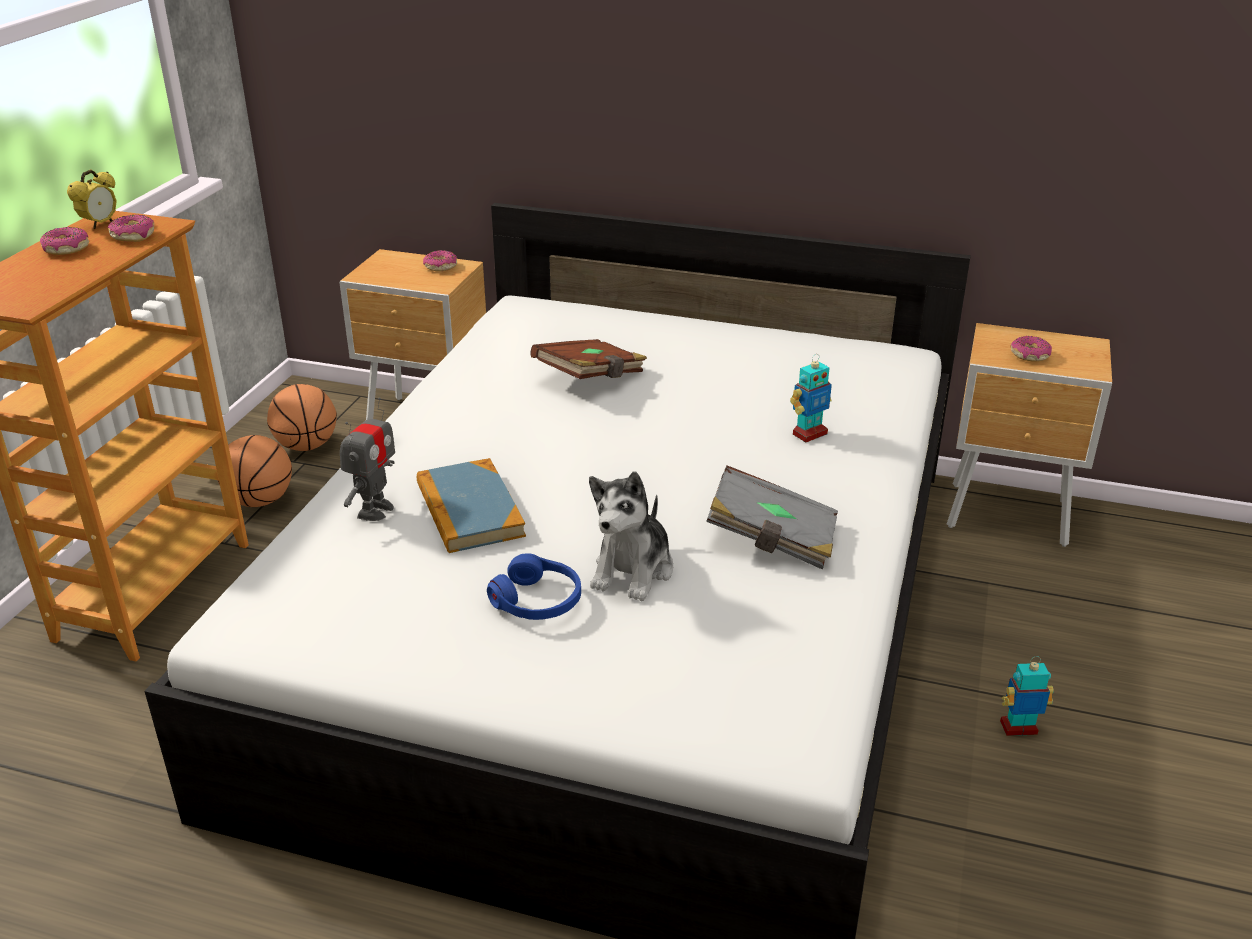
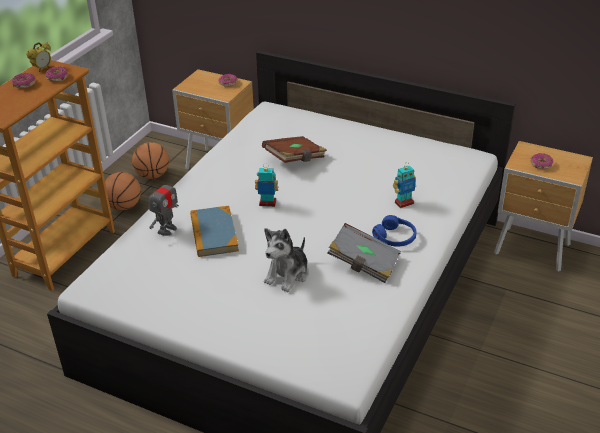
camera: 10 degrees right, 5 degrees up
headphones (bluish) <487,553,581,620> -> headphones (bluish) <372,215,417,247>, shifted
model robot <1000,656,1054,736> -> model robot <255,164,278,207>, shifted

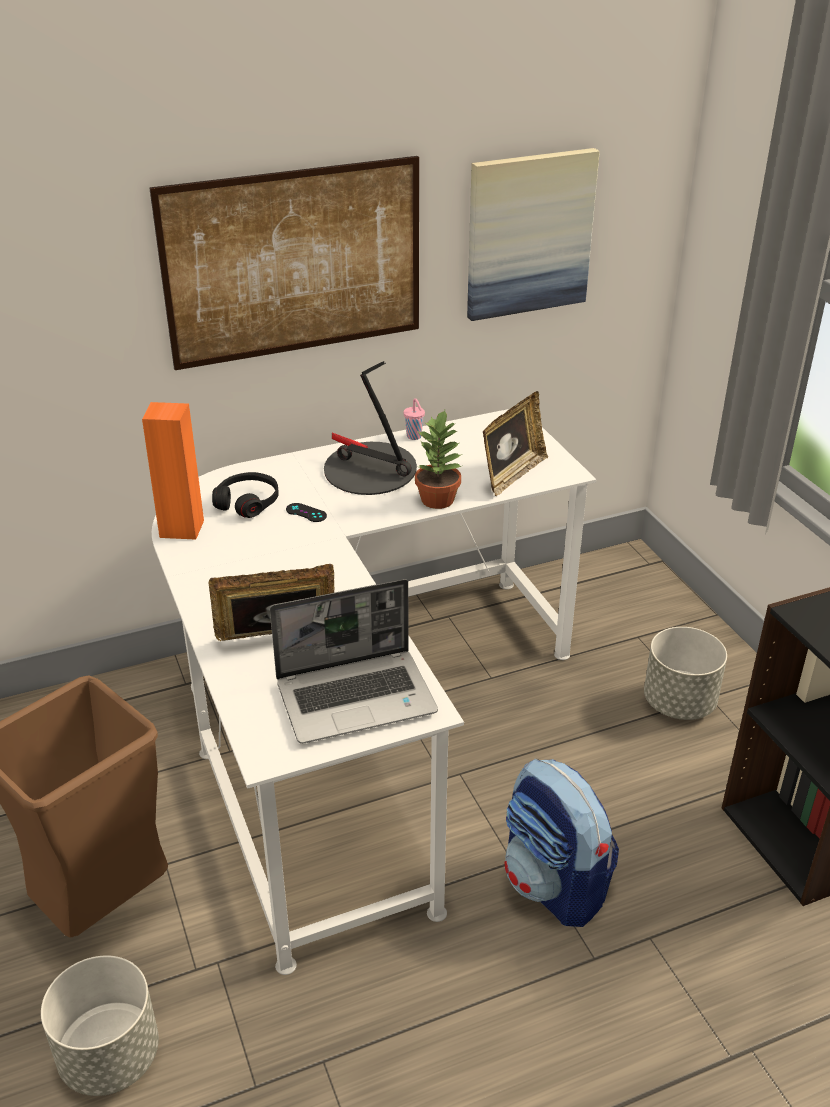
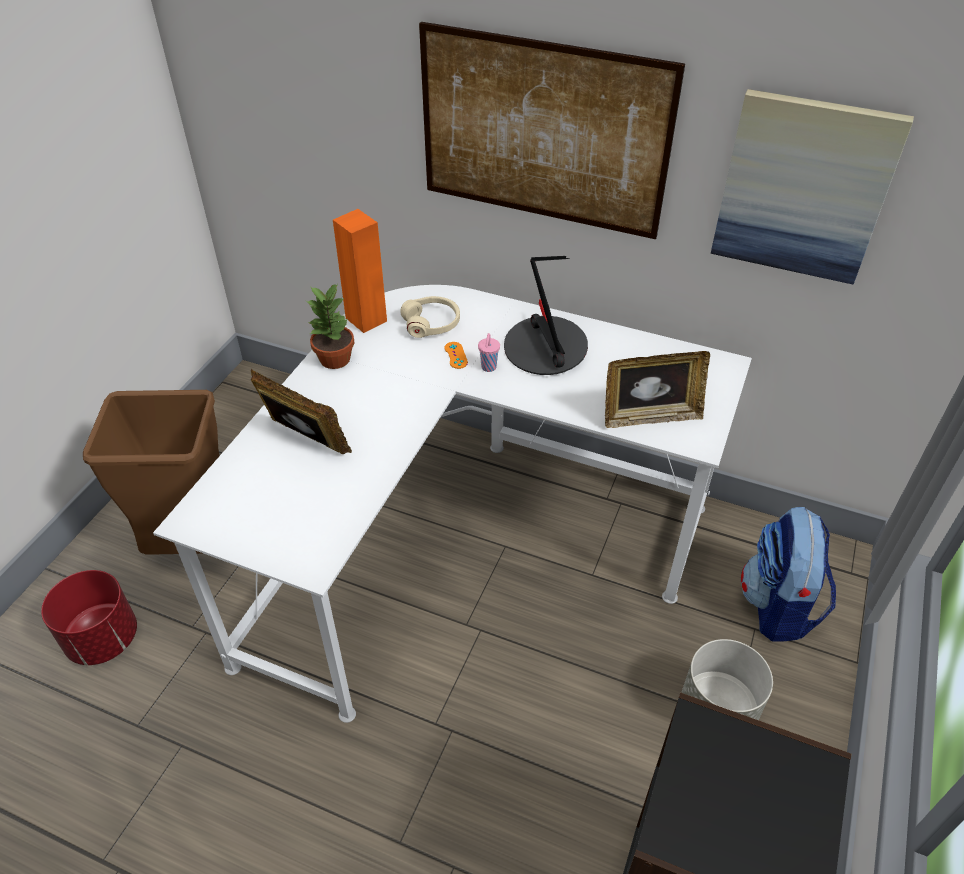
camera: 45 degrees right, 10 degrees up
drinking cup (pink-coloured) <403,398,425,440> -> drinking cup (pink-coloured) <478,333,500,372>, shifted
potted plant <415,410,462,509> -> potted plant <306,284,355,369>, shifted
headphones (black) <212,472,279,518> -> headphones (beige-coloured) <400,296,460,338>
joypad (black) <286,503,327,522> -> joypad (orange) <445,342,468,369>
portable computer <270,579,438,744> -> none
knapsack <505,758,619,927> -> knapsack <741,507,836,642>, shifted
plant pot (greyish) <41,955,159,1096> -> plant pot (red) <41,570,137,665>

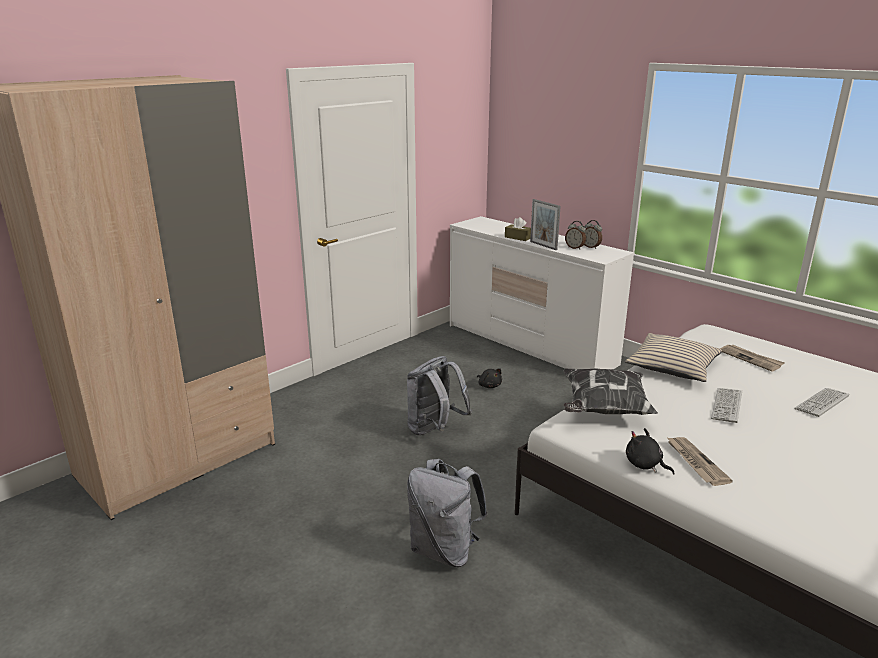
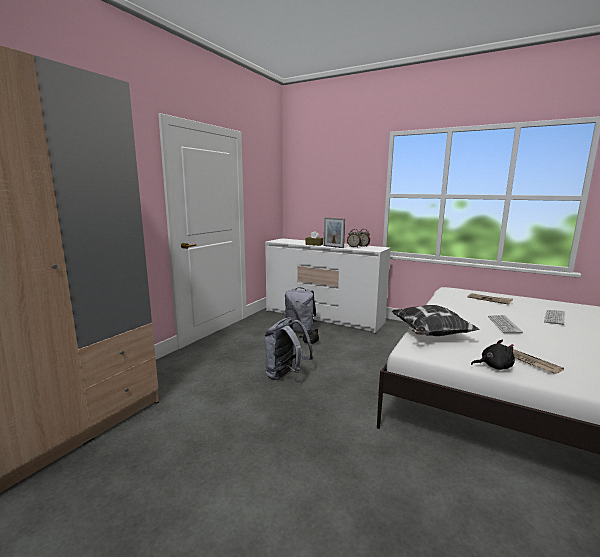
camera: 15 degrees left, 10 degrees down
pillow (beige-coloured) <625,333,722,382> -> none
soft toy (black) <626,428,675,475> -> soft toy (black) <471,339,515,370>, 150 degrees clockwise
knapsack (greyish) <407,459,488,567> -> knapsack (greyish) <285,287,316,333>, shifted

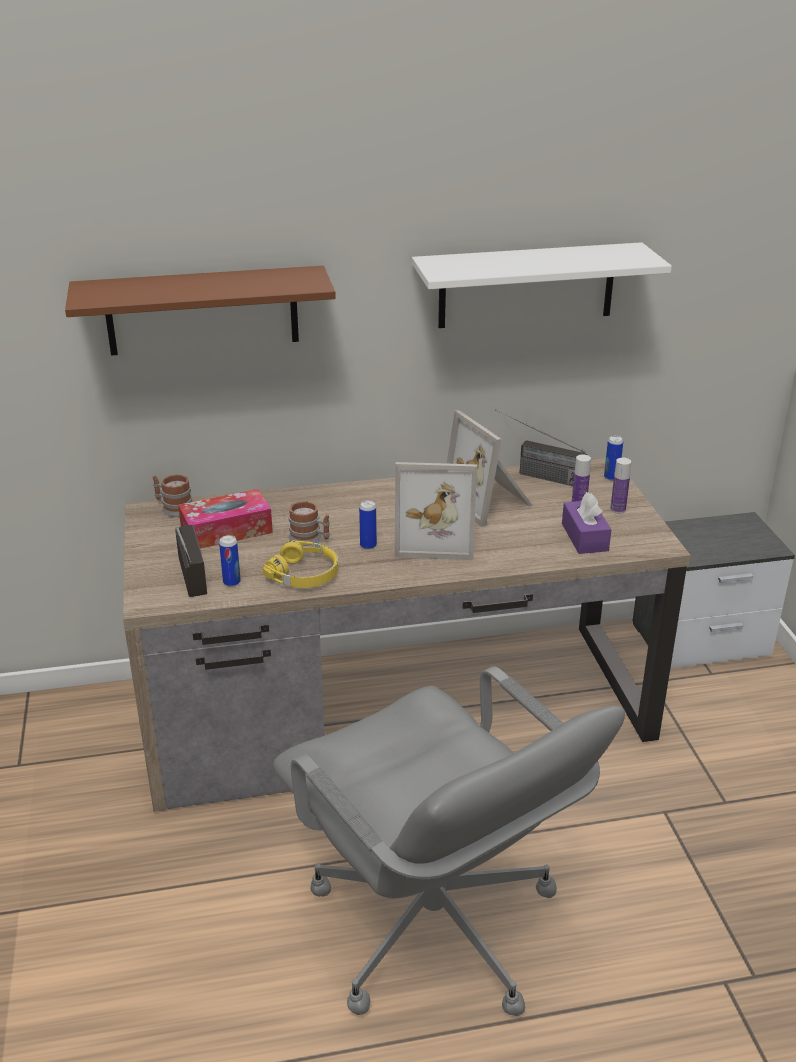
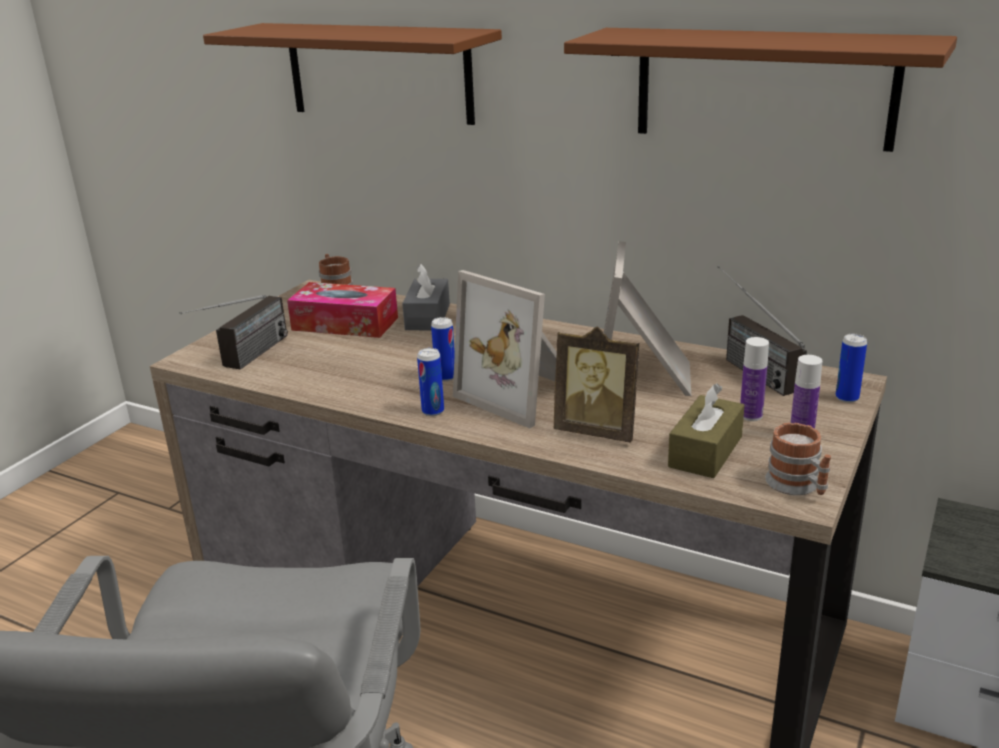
camera: 40 degrees right, 5 degrees down
shelf (white) <412,242,672,328> -> shelf (brown-coloured) <564,28,957,152>
tissue box (purple) <562,492,611,554> -> tissue box (brown-coloured) <668,383,745,478>
tea mug <289,501,330,546> -> tea mug <765,422,831,495>, shifted
sealed can <219,535,241,587> -> sealed can <417,348,444,416>, shifted
headphones (yellow) <263,540,338,588> -> none
none -> tissue box (greyish) <402,264,450,330>
none -> photo frame <553,326,639,443>

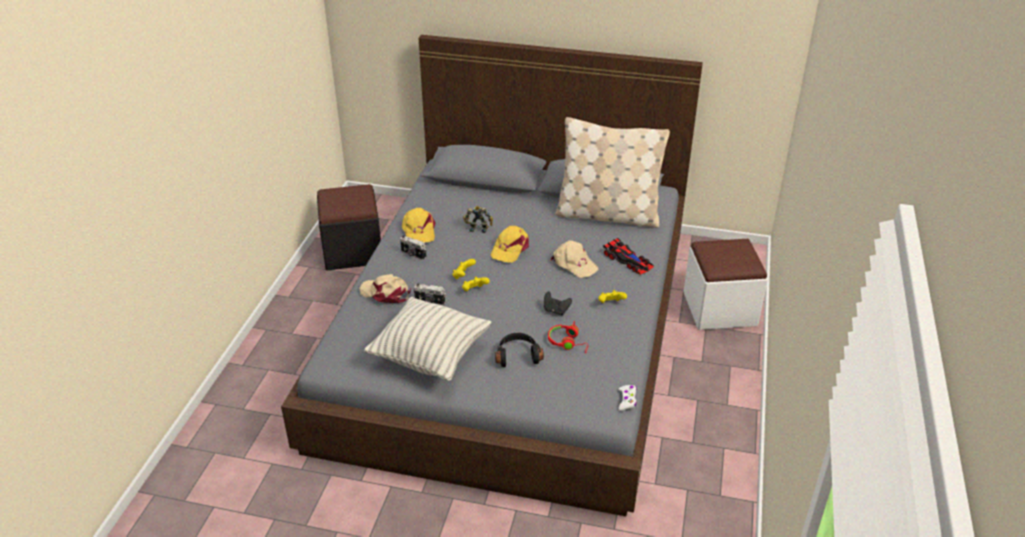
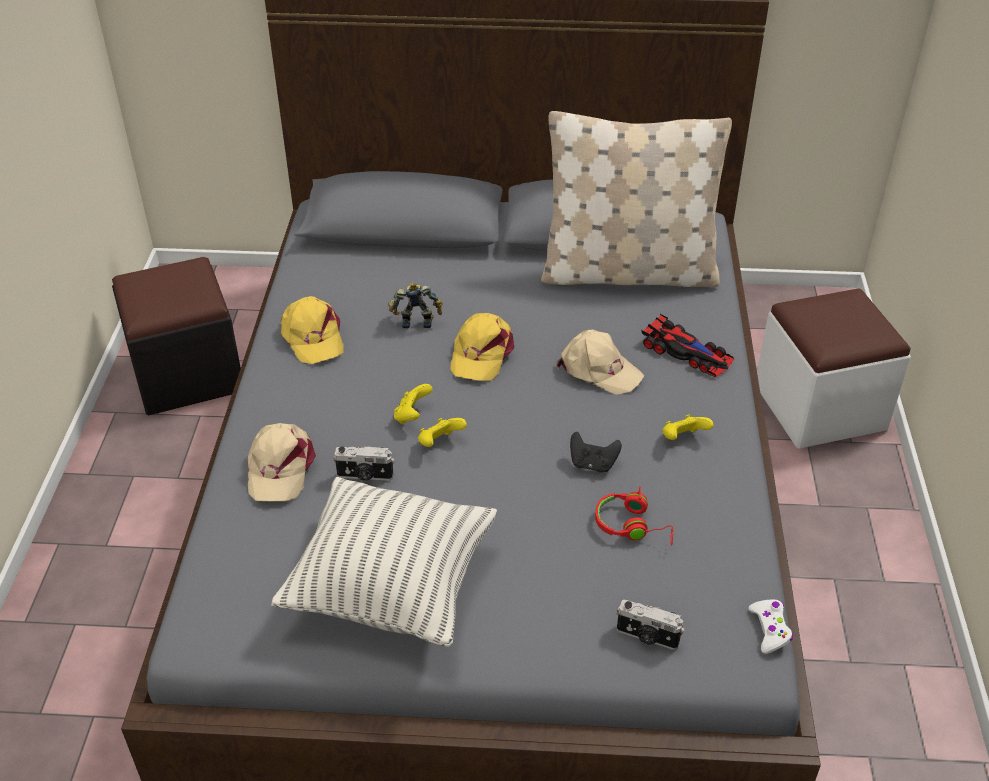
camera: 10 degrees left, 5 degrees up
still camera <400,235,427,260> -> still camera <617,599,685,650>, shifted
cap (beige-coloured) <359,274,411,303> -> cap (beige-coloured) <248,423,316,501>, 105 degrees counterclockwise
headphones (black) <495,333,544,367> -> none

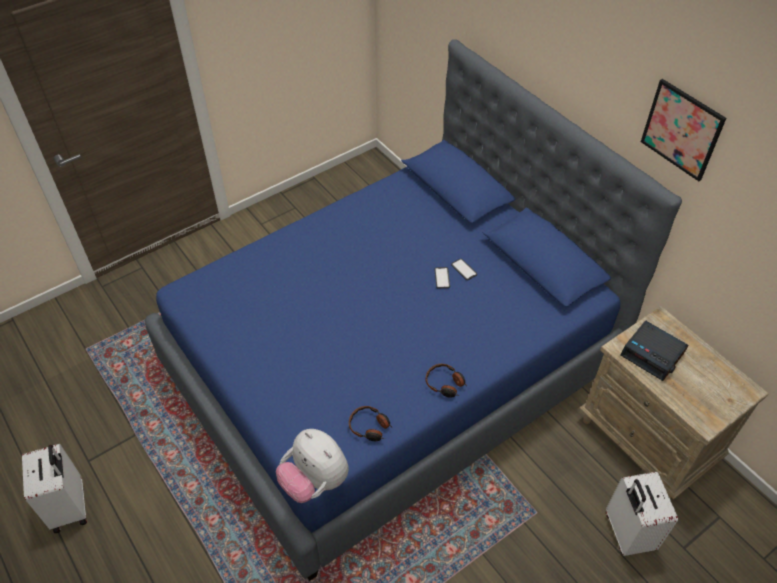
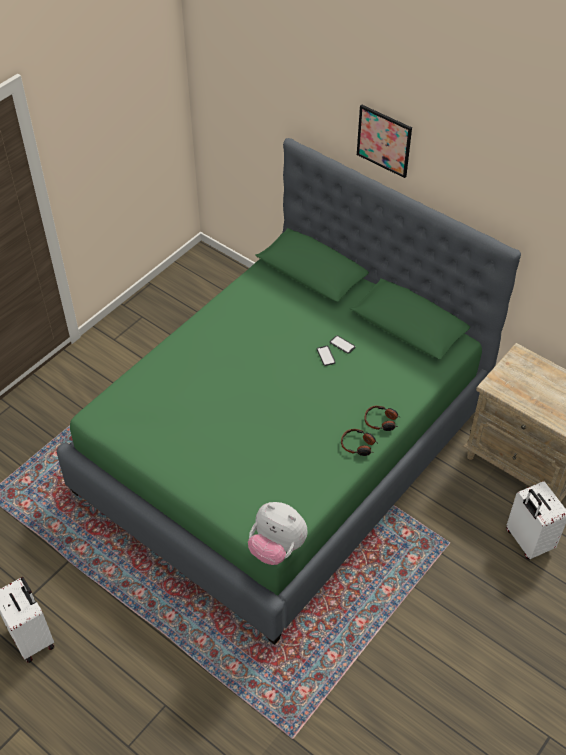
camera: 15 degrees left, 0 degrees up
bed (bluish) <145,39,682,581> -> bed (green-coloured) <56,138,521,645>
wall picture <641,79,726,181> -> wall picture <357,105,412,178>, shifted
bedside clock <621,320,688,381> -> none
headphones <349,406,392,441> -> headphones <365,406,401,431>, shifted

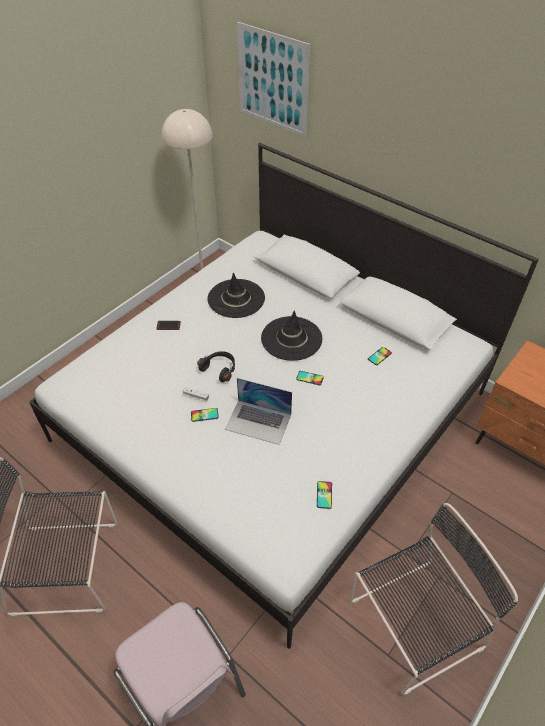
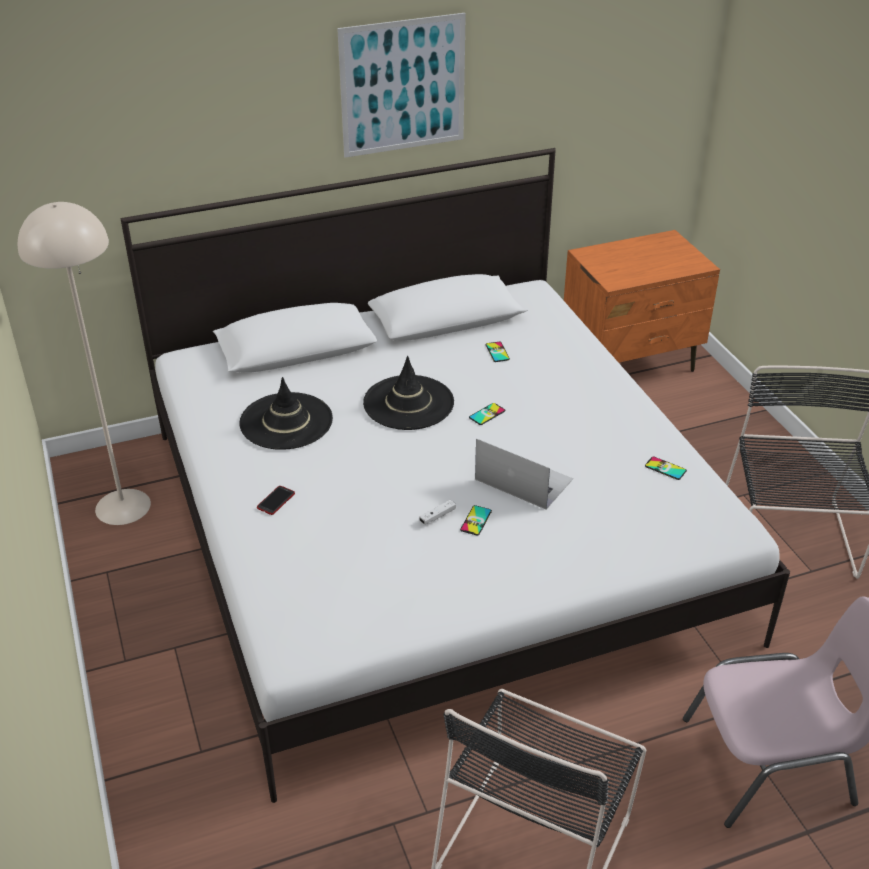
camera: 60 degrees left, 10 degrees down
wall picture <237,22,310,137> -> wall picture <337,13,466,158>, shifted
headphones (black) <197,351,235,382> -> none
portable computer <225,378,292,445> -> portable computer <475,439,573,510>, 105 degrees counterclockwise

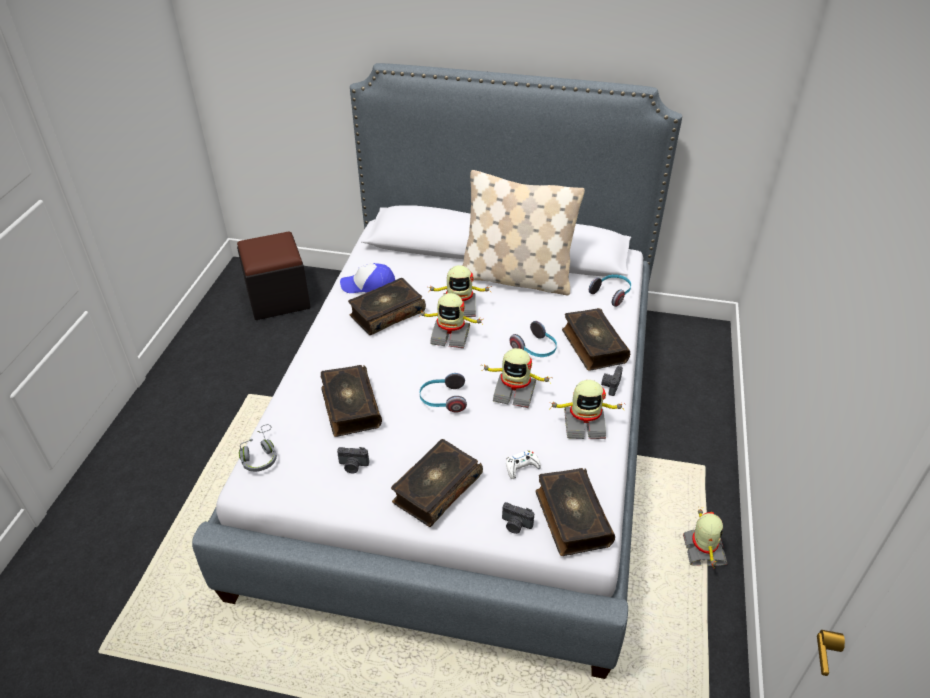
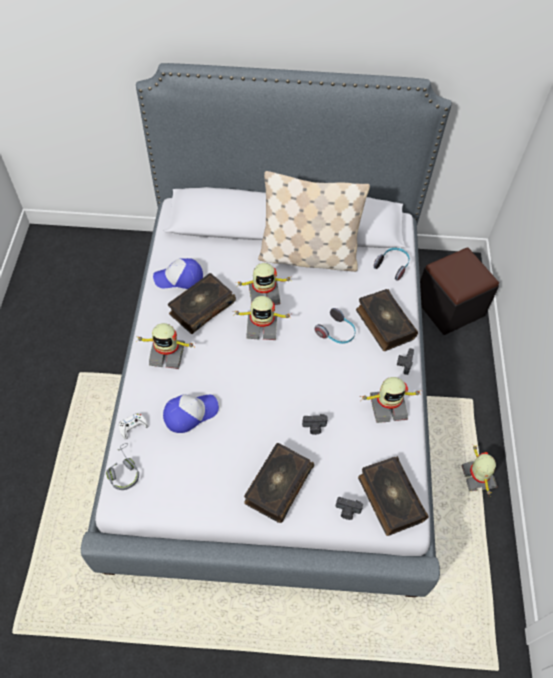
camera: 10 degrees left, 15 degrees up
footrest (black) <237,232,311,320> -> footrest (black) <420,248,499,335>, shifted
model robot <481,348,551,408> -> model robot <136,323,195,369>, shifted
bound book <321,365,382,437> -> cap <163,394,219,433>
headphones <420,373,467,413> -> none
still camera <337,447,369,473> -> still camera <302,414,328,435>, shifted
joypad (white) <506,450,541,479> -> joypad (white) <119,413,149,439>, shifted

